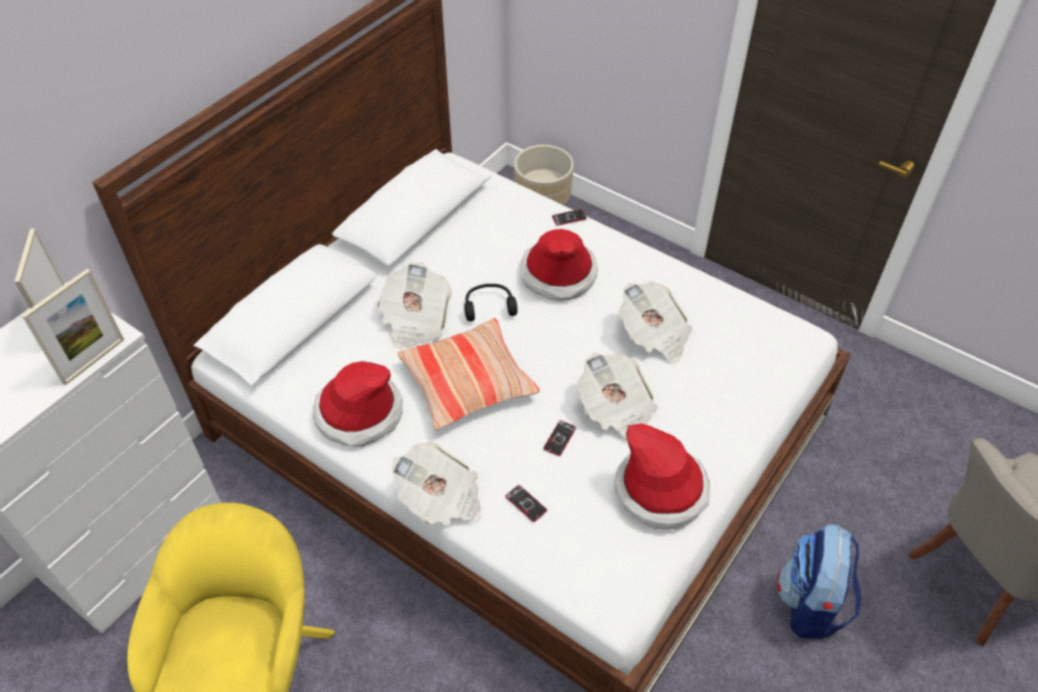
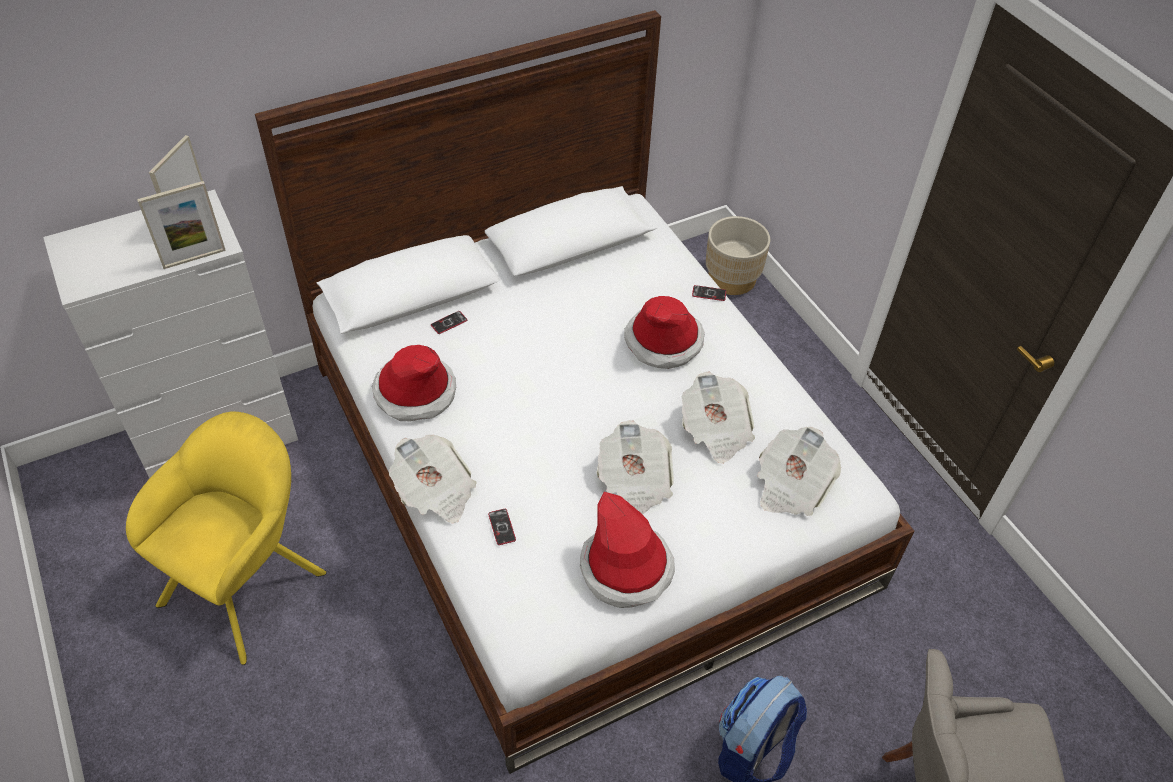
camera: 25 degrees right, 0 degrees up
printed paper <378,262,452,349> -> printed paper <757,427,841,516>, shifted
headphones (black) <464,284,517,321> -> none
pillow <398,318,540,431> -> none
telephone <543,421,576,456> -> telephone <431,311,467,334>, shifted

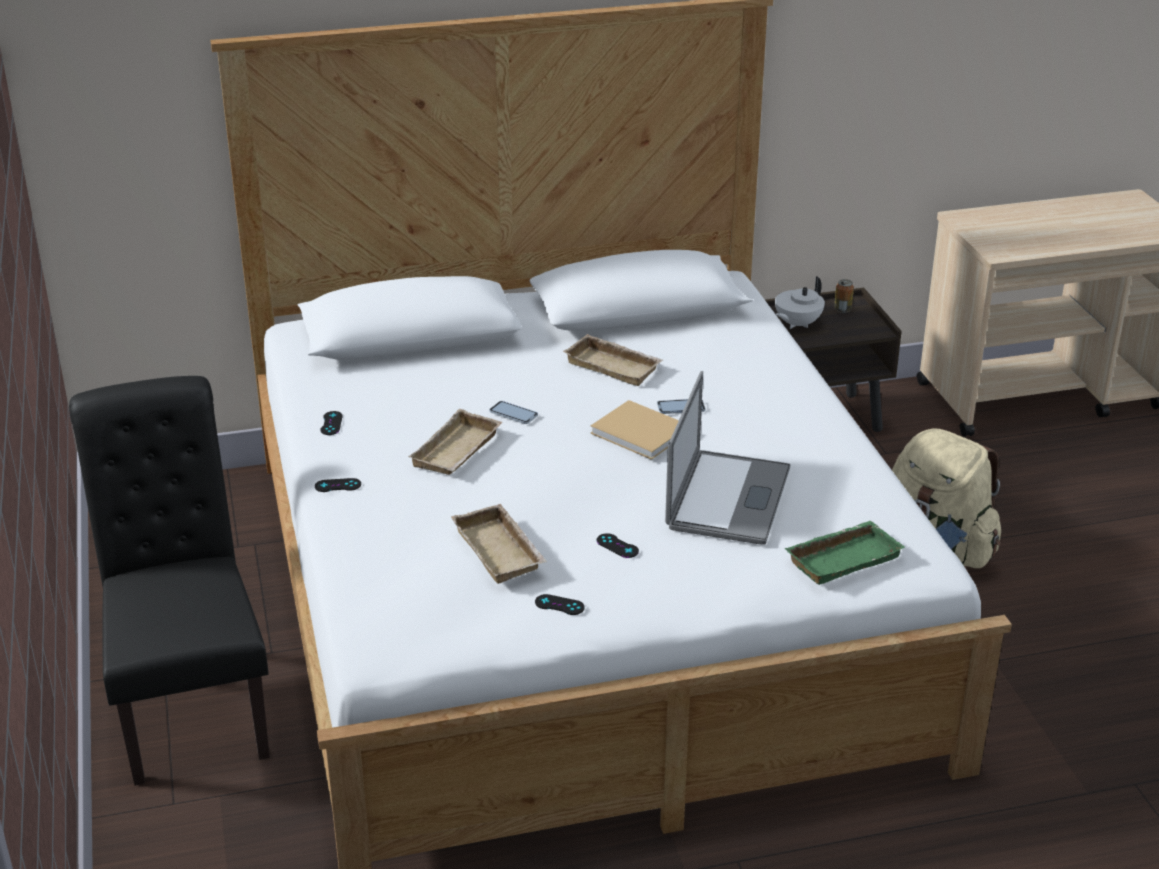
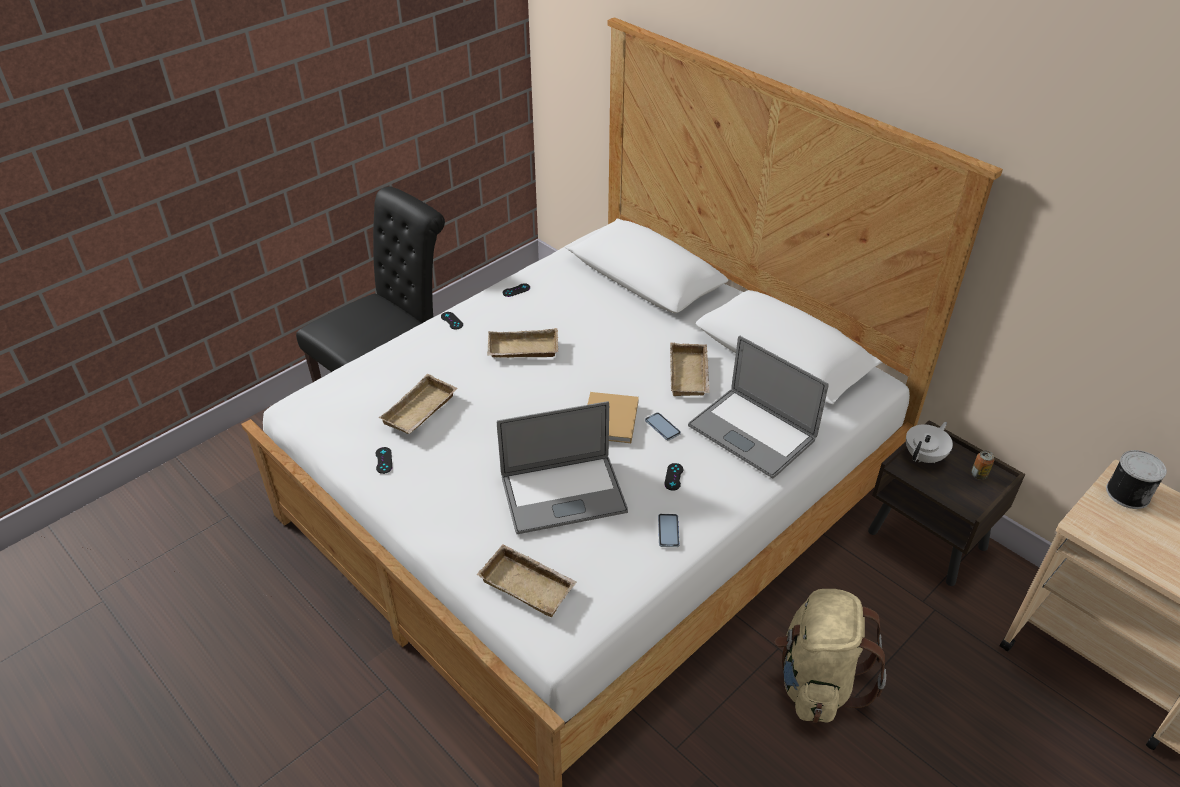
camera: 60 degrees right, 10 degrees up
pot for tea (white) <775,276,825,329> -> pot for tea (white) <906,422,953,463>, 120 degrees clockwise
telephone <489,401,538,424> -> telephone <658,514,679,547>, shifted
serving tray (green-coloured) <784,521,905,585> -> serving tray (beige-coloured) <477,544,577,617>
joypad (black) <597,533,639,558> -> joypad (black) <664,463,683,491>, shifted
none -> portable computer <688,335,829,478>
none -> sealed can <1106,450,1167,509>

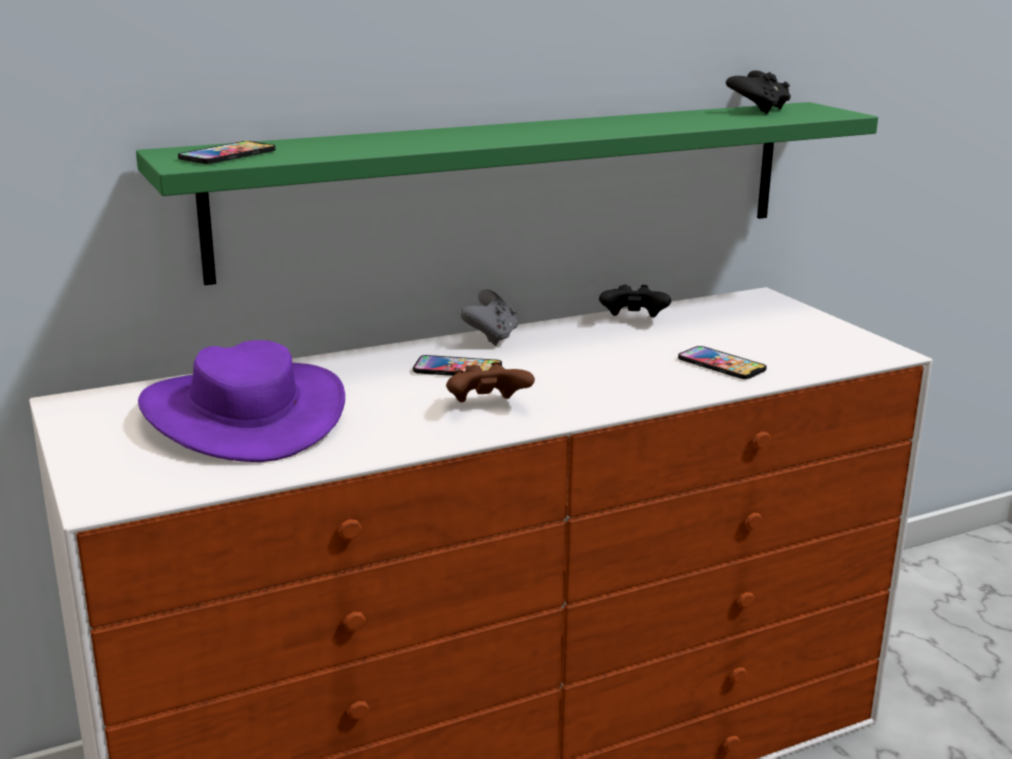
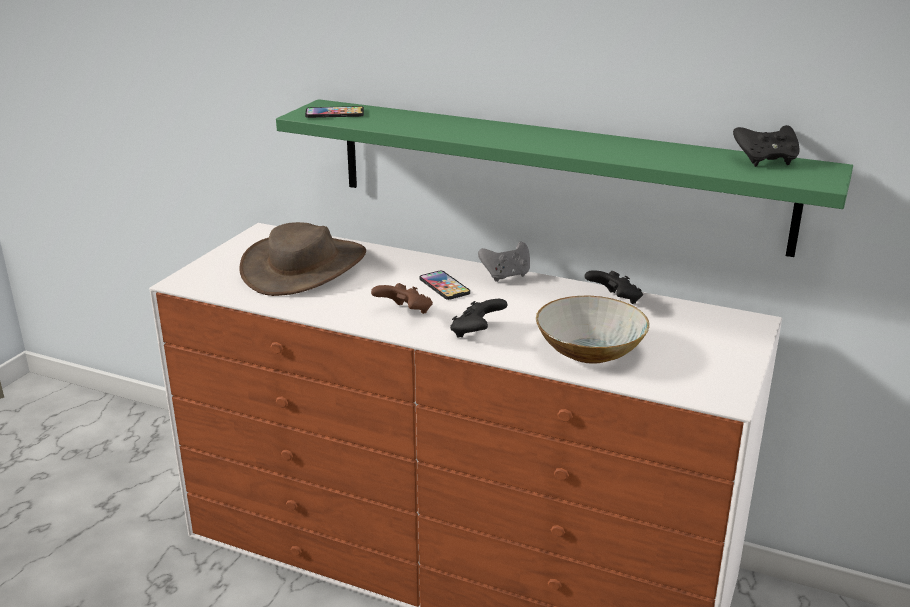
camera: 50 degrees right, 5 degrees up
wearable hat (purple) <138,340,345,462> -> wearable hat (brown-coloured) <240,222,366,296>
telephone <678,346,767,379> -> bowl <536,296,650,364>
none -> joypad (black) <450,299,507,338>

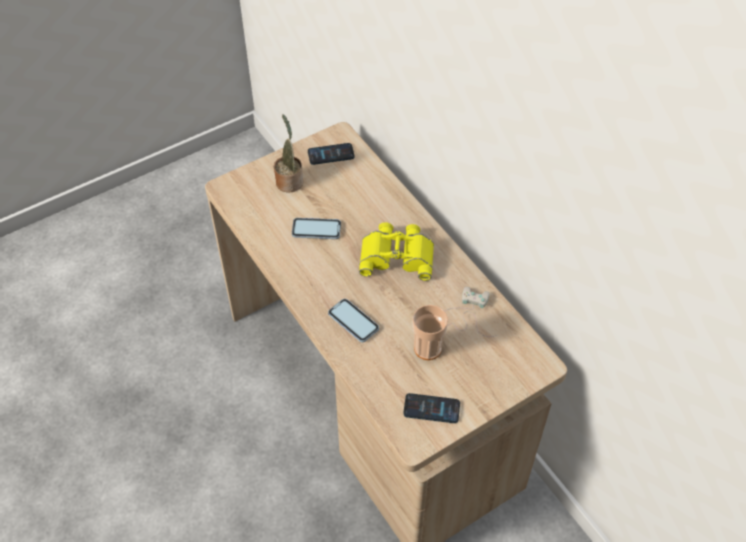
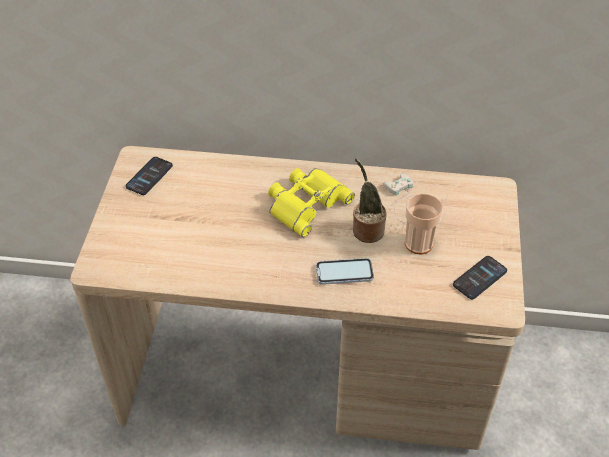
camera: 50 degrees left, 5 degrees down
potted plant <274,114,303,193> -> potted plant <353,158,387,243>, shifted
telephone <292,218,341,239> -> none

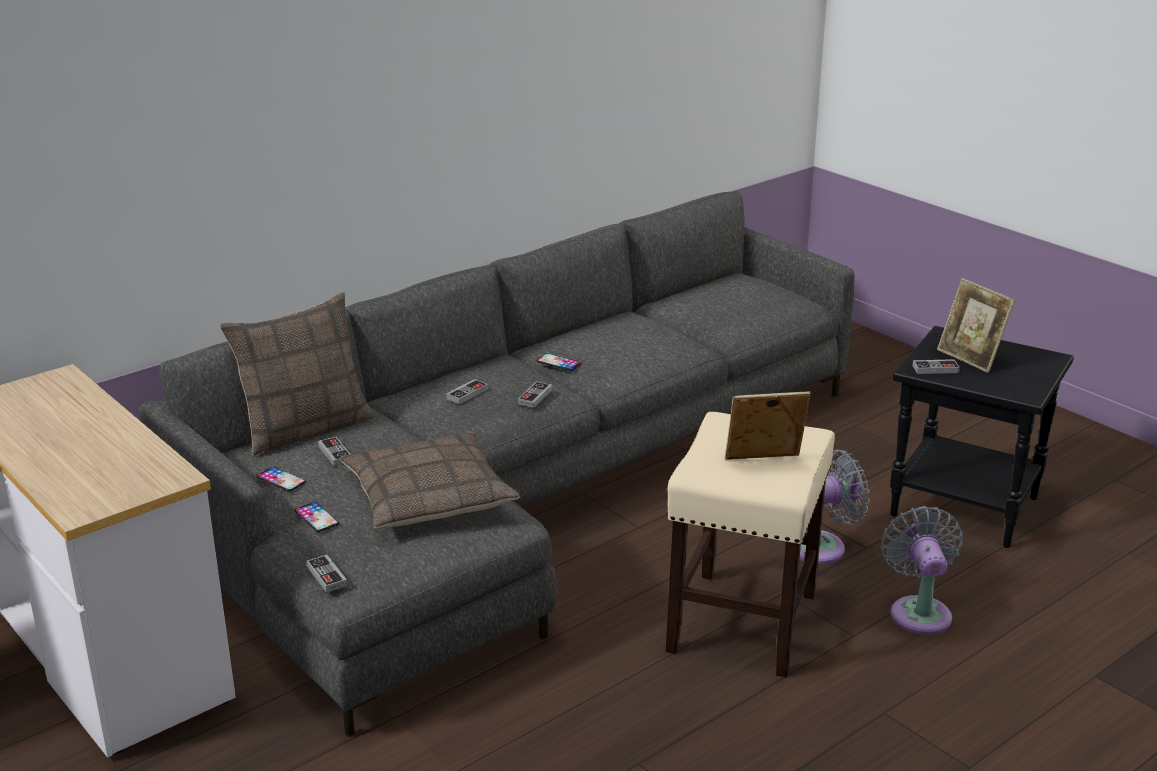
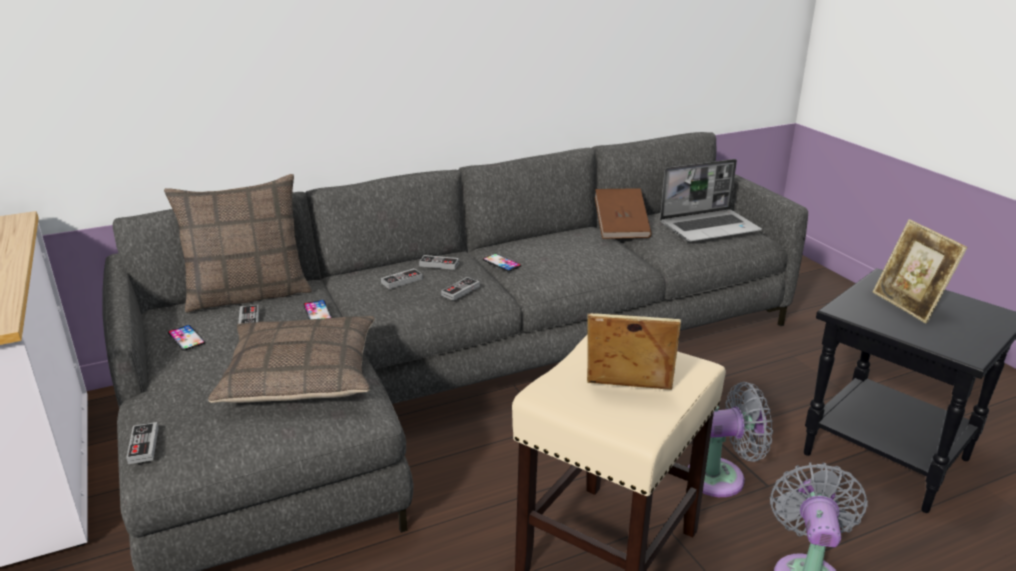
camera: 15 degrees right, 0 degrees up
joypad <913,359,960,374> -> joypad <419,255,459,270>, shifted
telephone <294,502,339,532> -> telephone <303,300,332,319>, shifted
none -> portable computer <660,159,762,242>
none -> bound book (brown-coloured) <595,188,652,239>

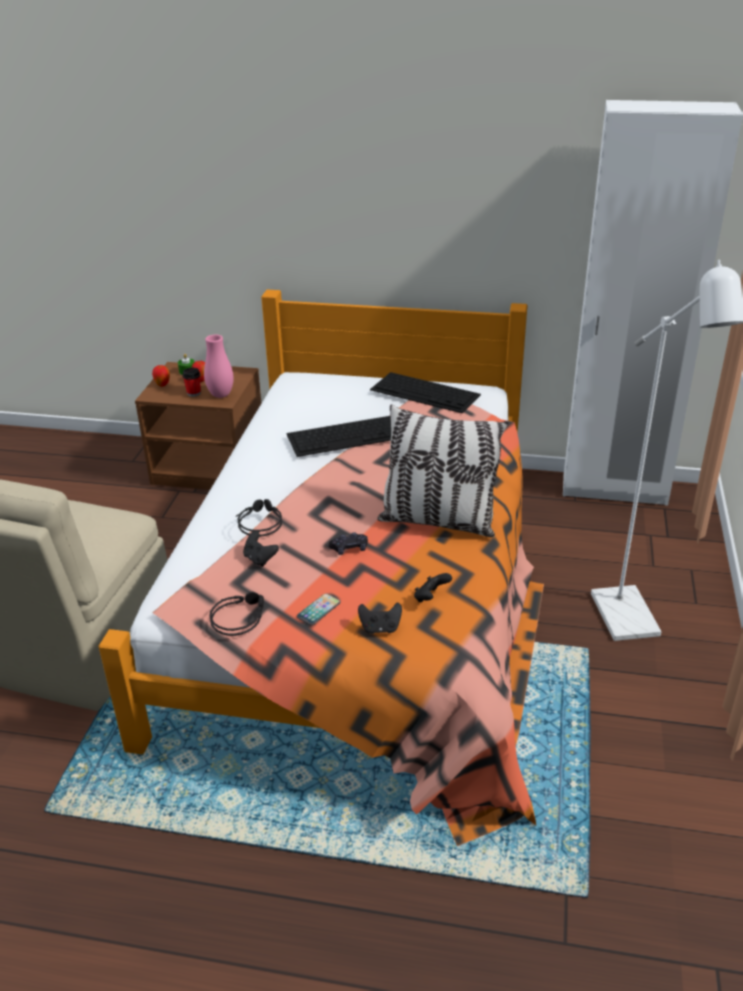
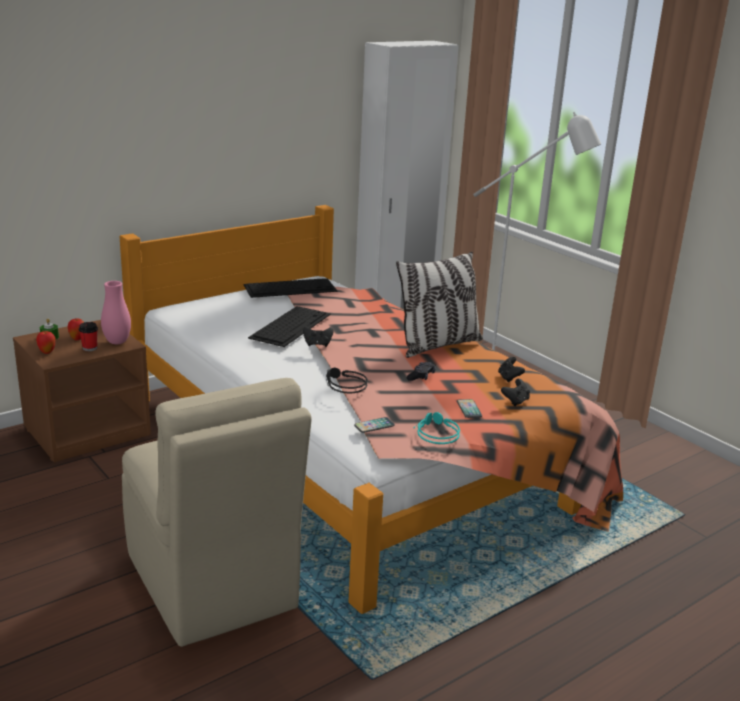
camera: 50 degrees left, 10 degrees down
joypad (black) <243,531,279,567> -> joypad (black) <303,326,333,347>, shifted
headphones (black) <209,592,264,636> -> headphones (turquoise-coloured) <414,412,460,444>
none -> telephone <354,417,395,433>

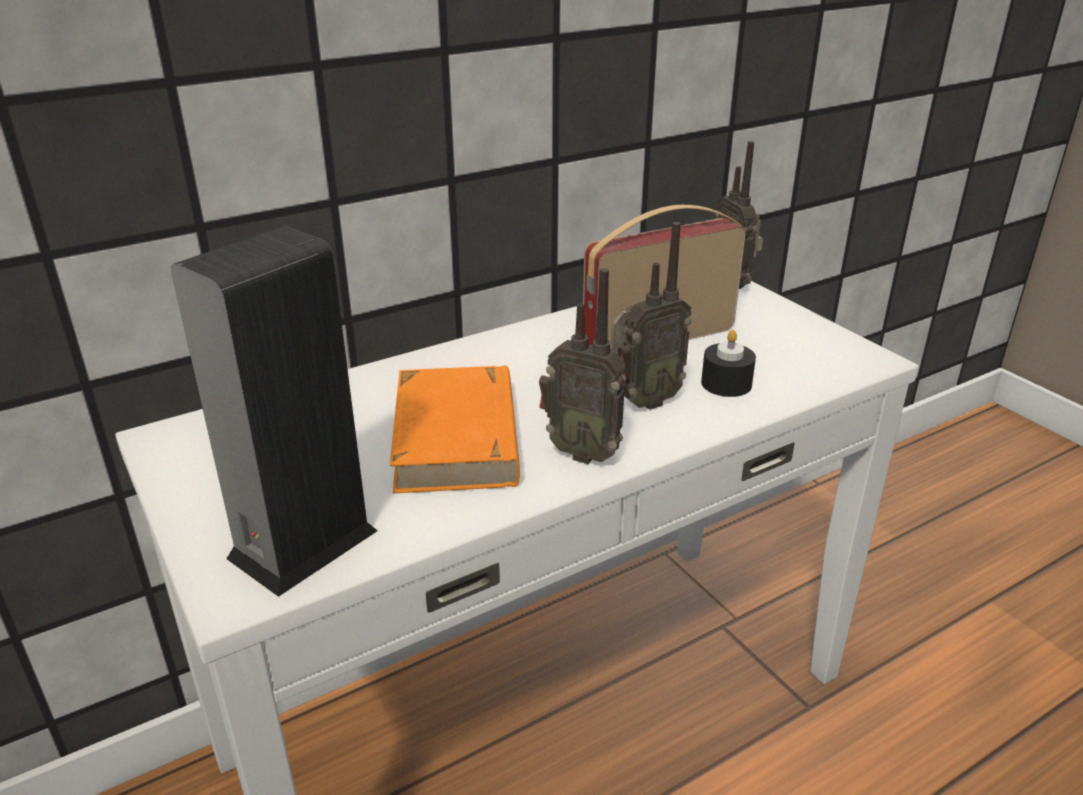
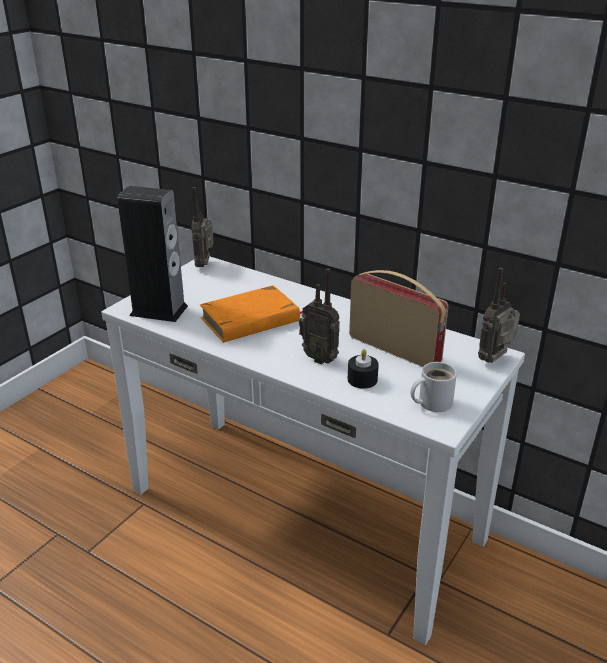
camera: 65 degrees right, 0 degrees up
radio receiver <539,268,626,464> -> radio receiver <192,187,214,267>, shifted
none -> tea mug (white) <410,362,457,412>

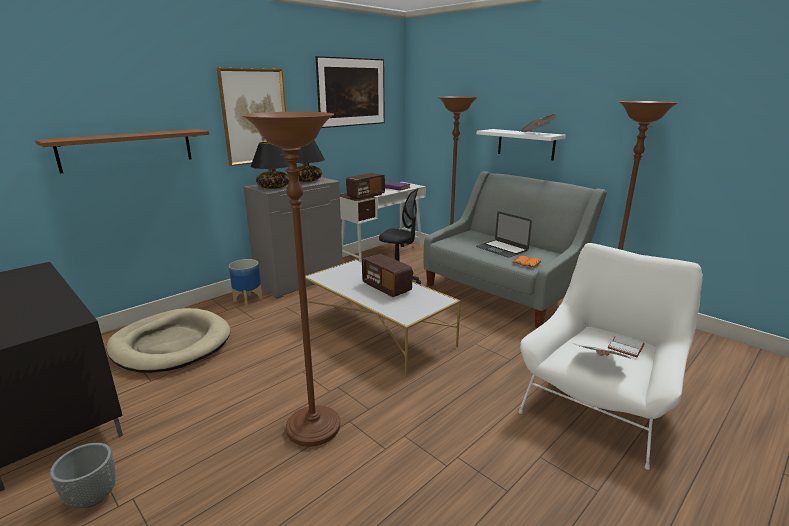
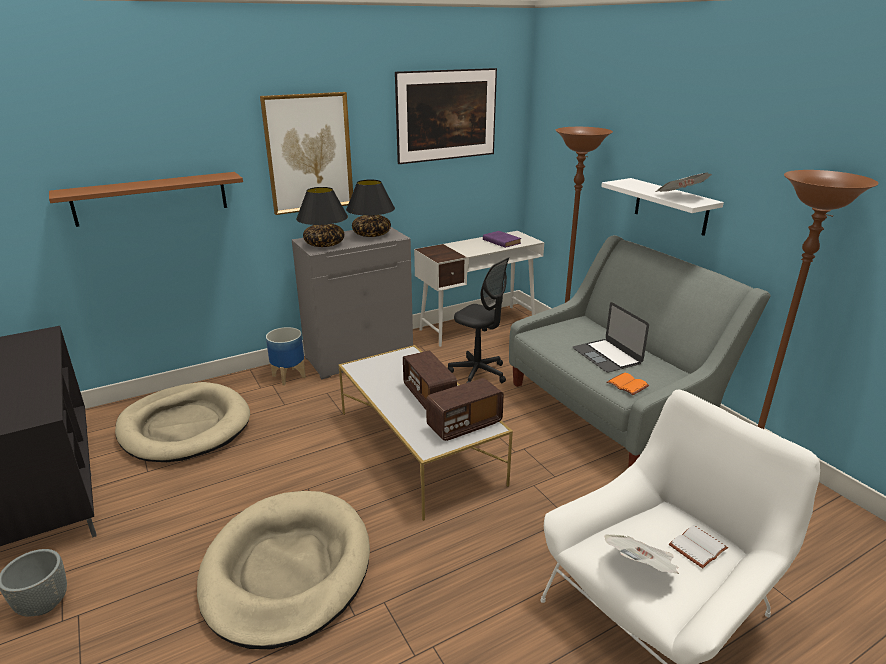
camera: 15 degrees right, 5 degrees up
standing lamp (brown-coloured) <242,112,340,447> -> dog cushion (beige-coloured) <197,491,370,649>
radio receiver <346,173,385,200> -> radio receiver <426,378,504,441>, shifted

